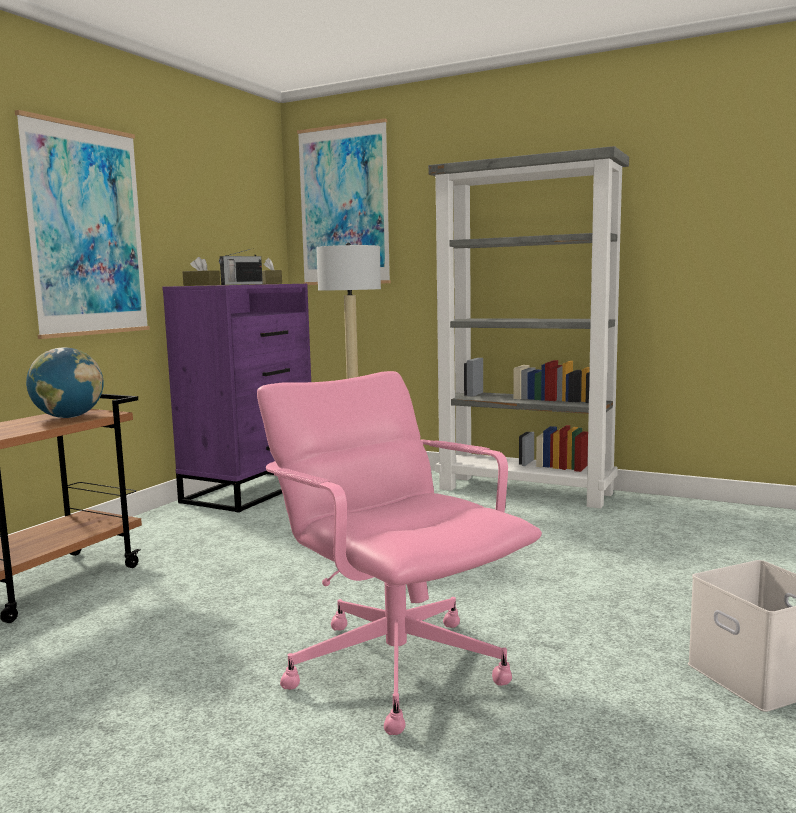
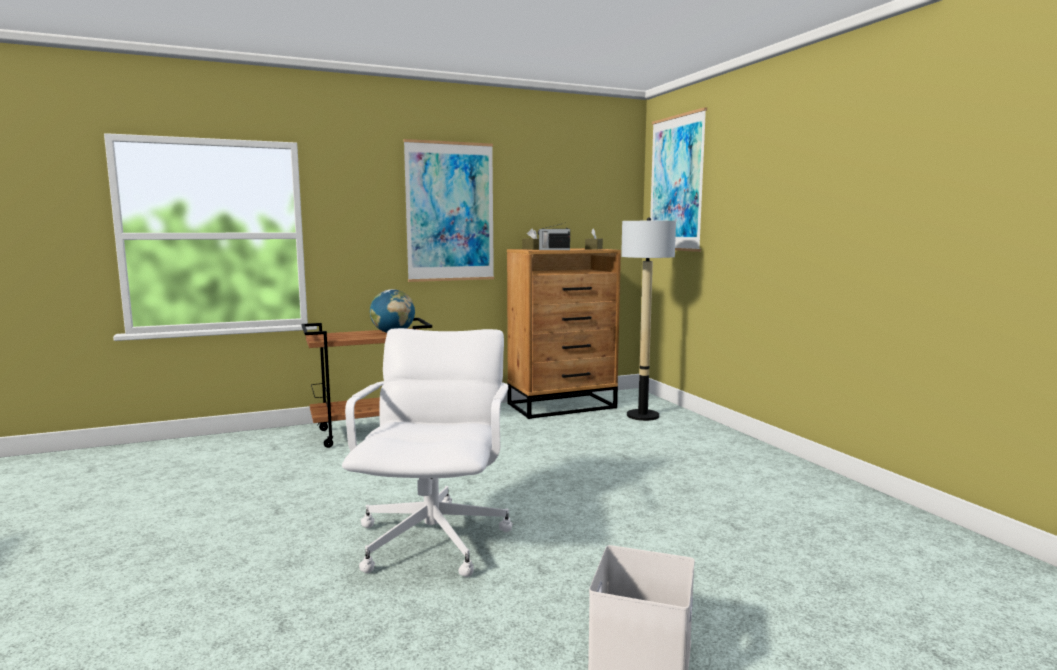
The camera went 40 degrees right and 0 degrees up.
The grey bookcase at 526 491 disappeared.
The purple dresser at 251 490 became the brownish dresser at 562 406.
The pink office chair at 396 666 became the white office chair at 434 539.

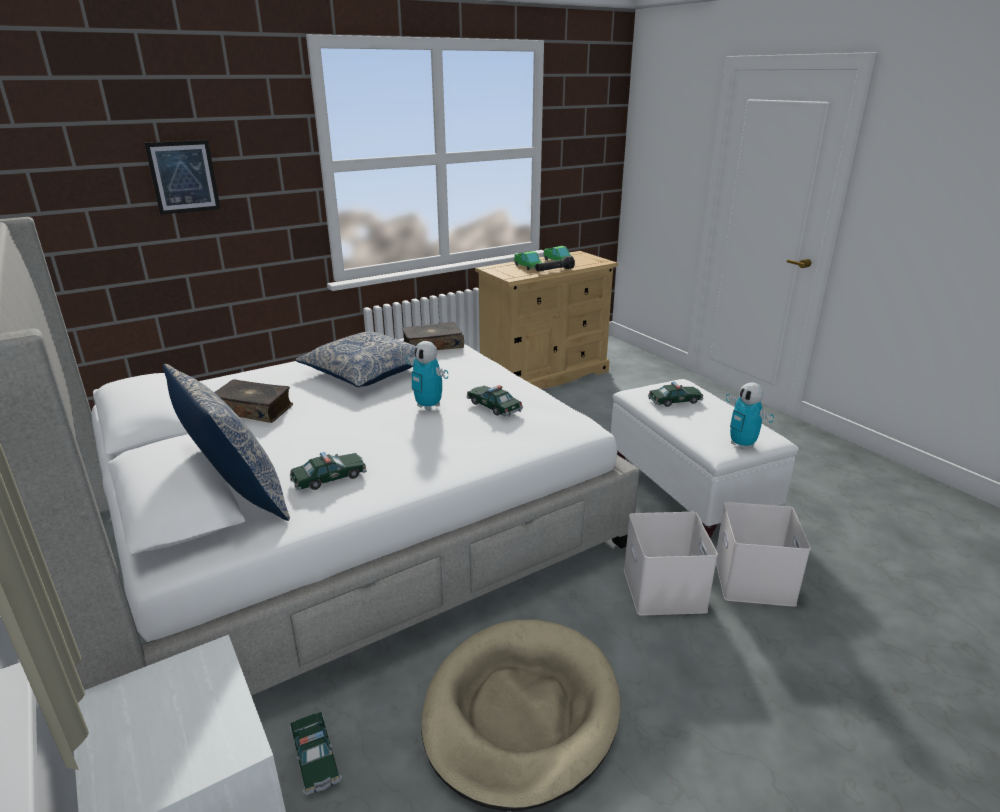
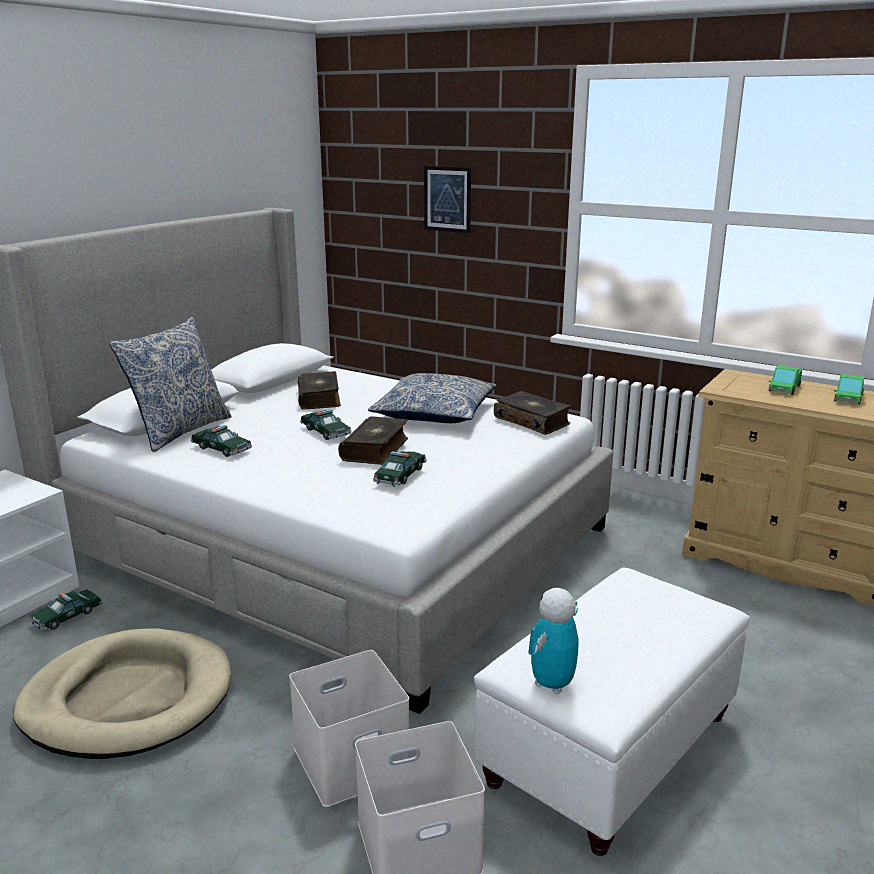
The camera went 65 degrees right and 5 degrees down.
The black-coloured hand torch at 554 271 disappeared.
The toy robot at 428 406 was replaced by the book at 376 449.
The model car moved from 675 401 to 325 432.

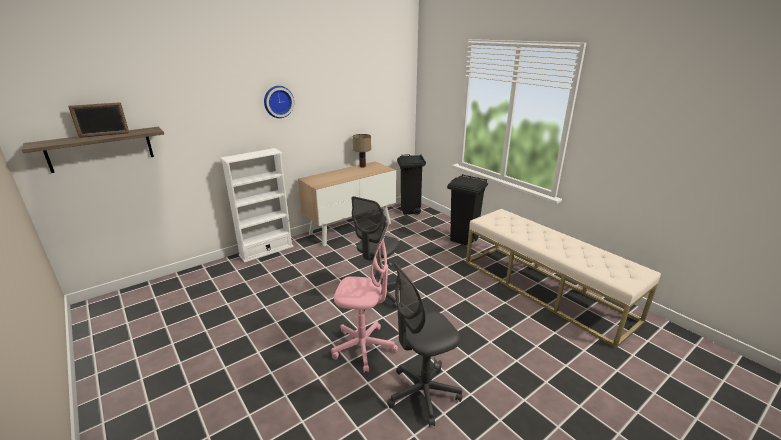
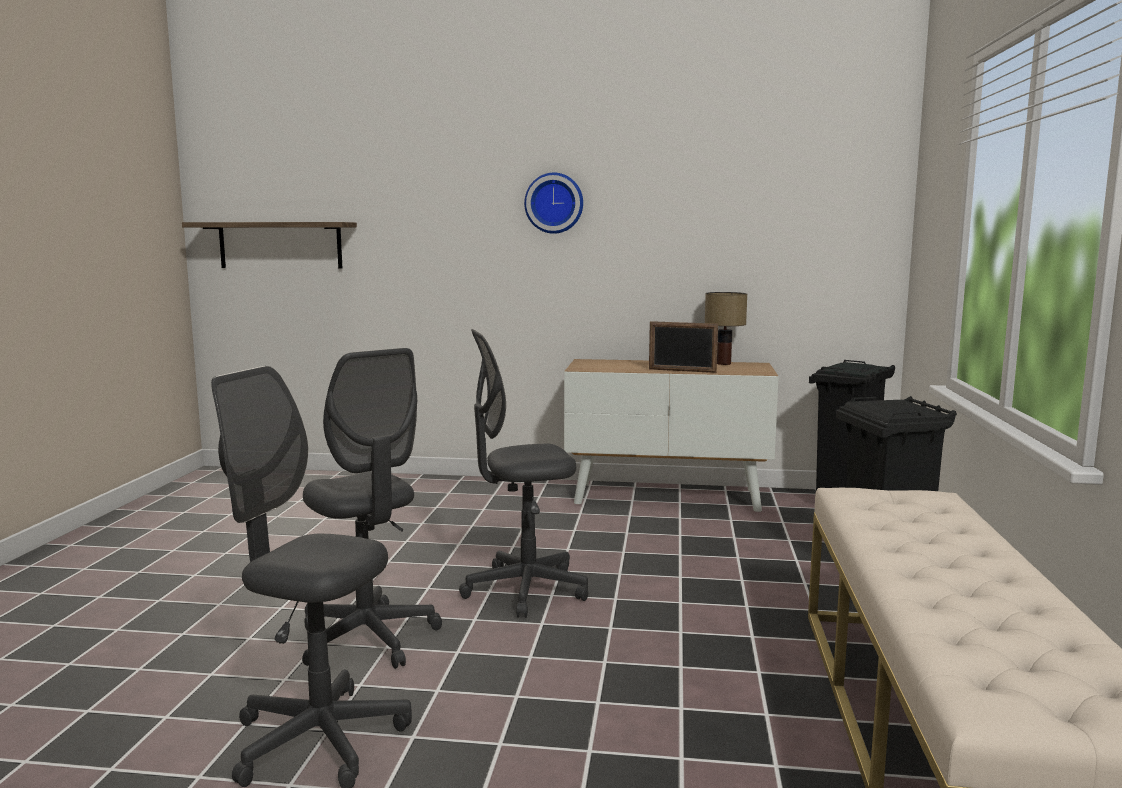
The camera went 45 degrees right and 15 degrees down.
The photo frame moved from 104 135 to 682 370.
The white bookcase at 266 251 disappeared.
The pink office chair at 364 348 became the grey office chair at 368 639.

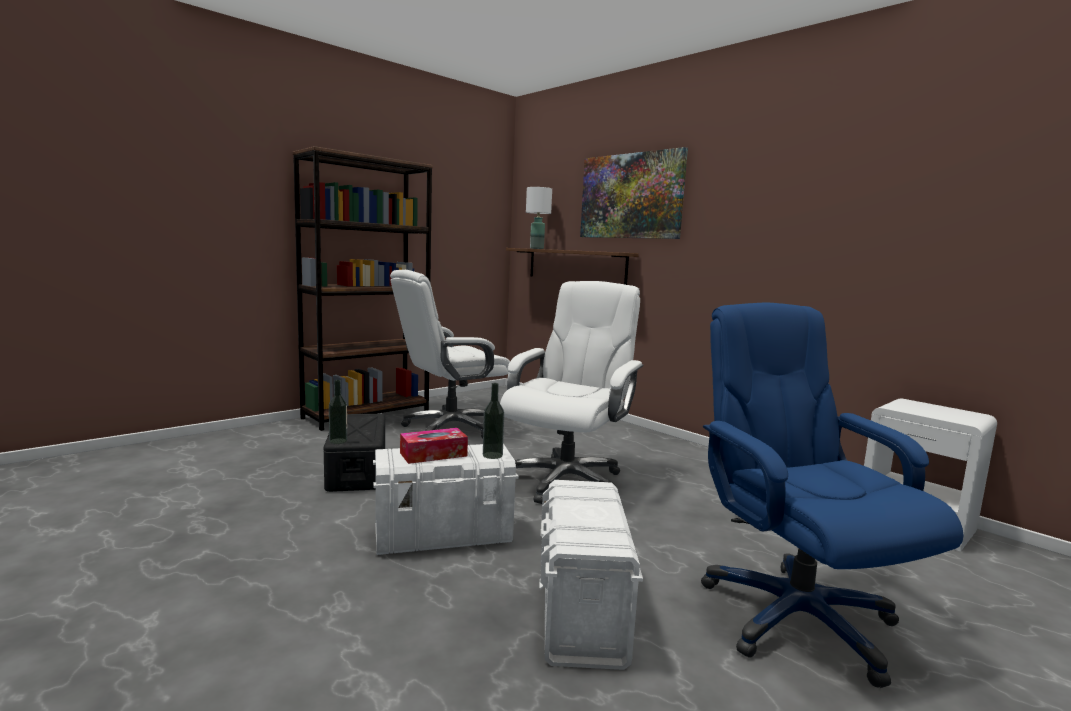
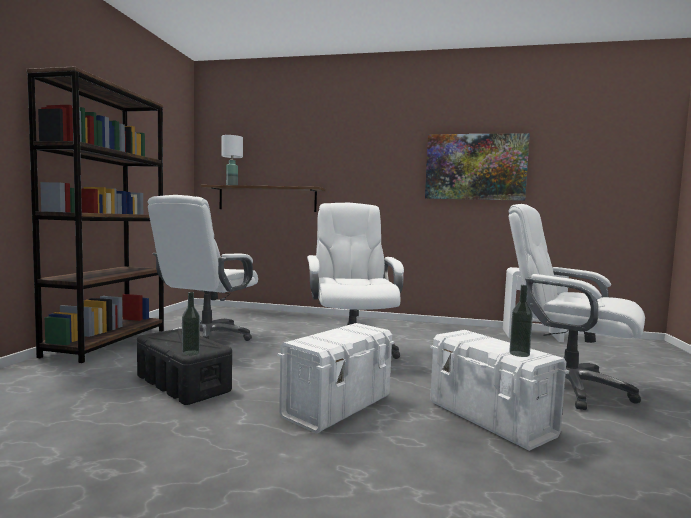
The camera went 35 degrees left and 5 degrees down.
The wall picture moved from 631 196 to 475 167.
The bluish office chair at 795 617 became the white office chair at 567 387.
The bottle moved from 492 455 to 519 354.
The tissue box at 433 454 disappeared.

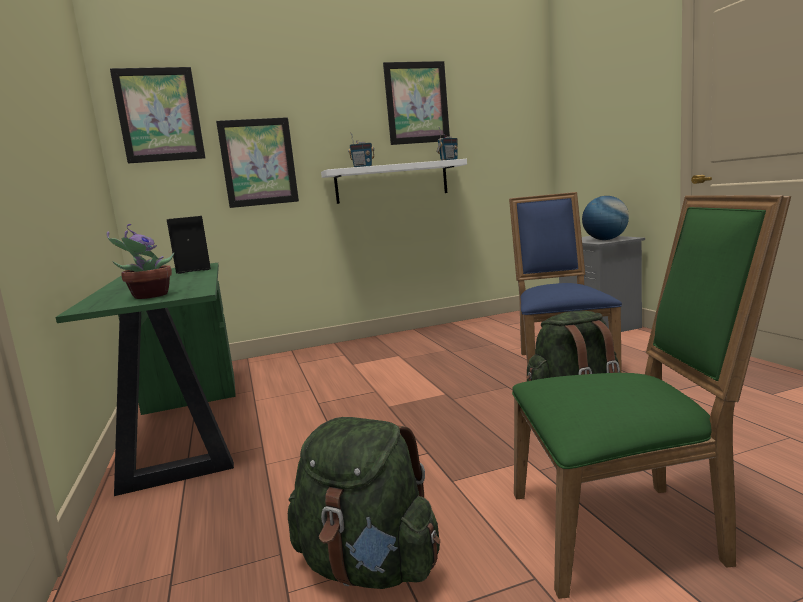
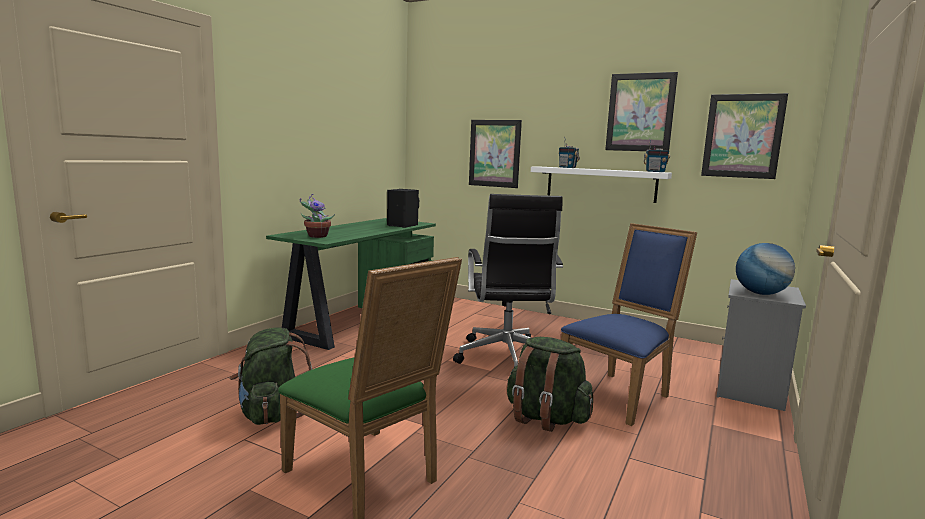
The camera went 45 degrees right and 0 degrees up.
The wall picture moved from 159 115 to 742 136.
The black-coloured office chair at 506 358 appeared.

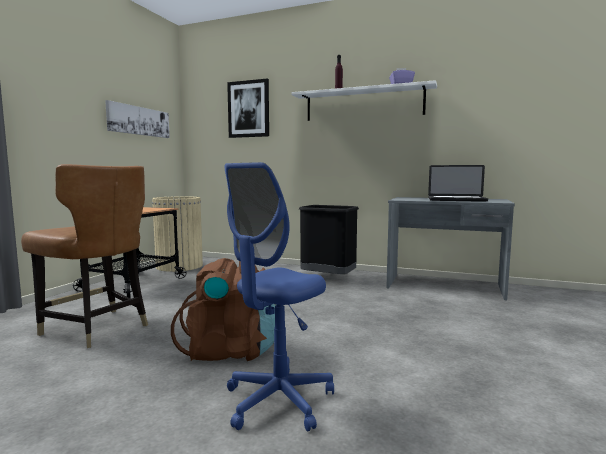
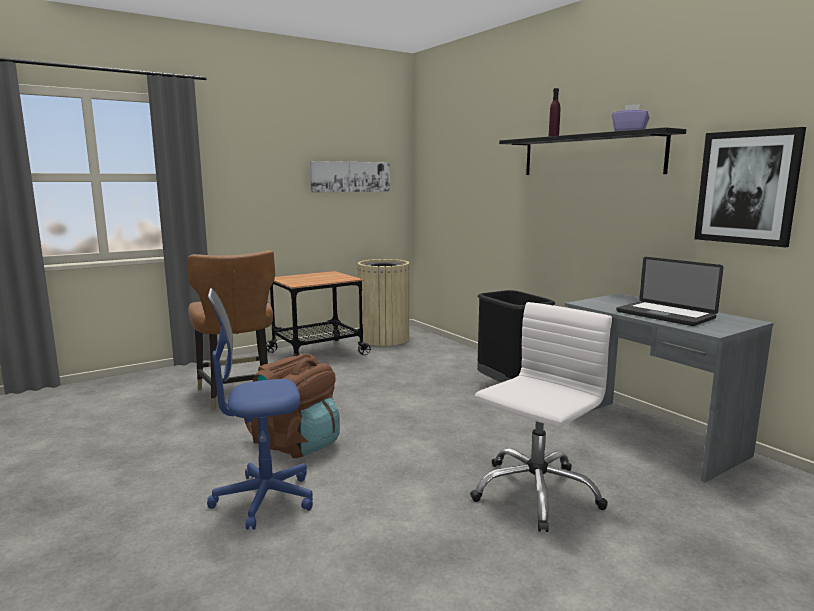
The camera went 35 degrees right and 5 degrees up.
The wall picture moved from 248 109 to 747 187.
The white bracket shelf at 363 104 became the black-coloured bracket shelf at 590 155.
The white office chair at 535 492 appeared.

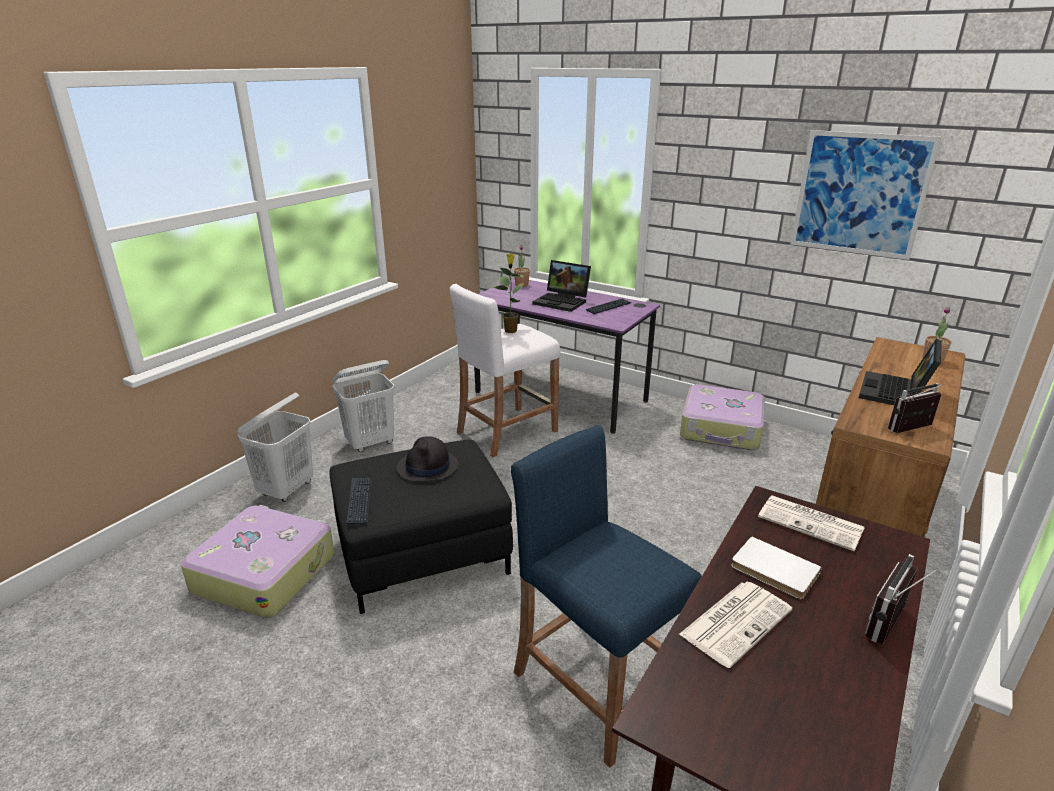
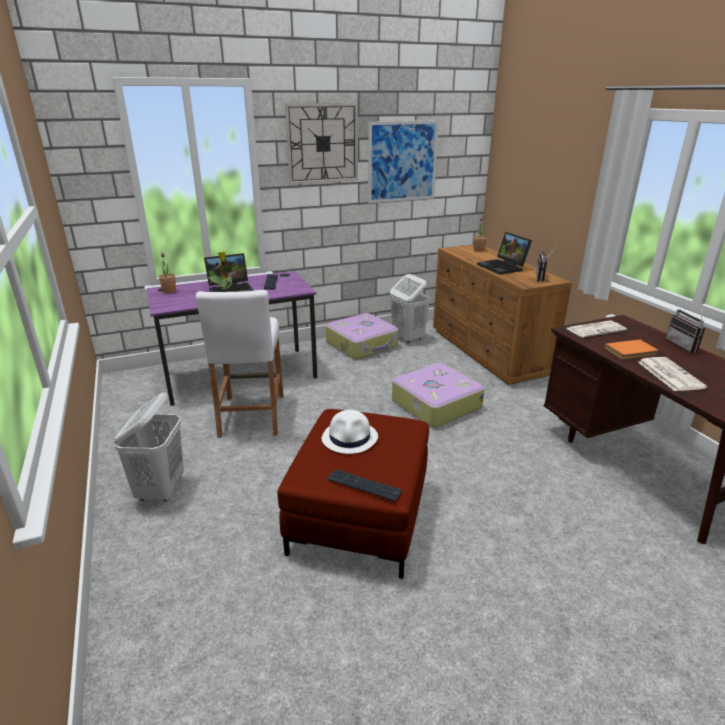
The camera went 55 degrees left and 0 degrees up.
The white hamper moved from 287 490 to 407 338.
The bluish stool seat at 596 686 disappeared.
The black-coloured wearable hat at 428 467 became the white wearable hat at 350 438.
The black-coloured ottoman at 424 552 became the red ottoman at 359 515.
The piece of luggage moved from 265 572 to 435 404.
The white book at 773 571 became the orange book at 631 352.
The hanging clock at 322 143 appeared.

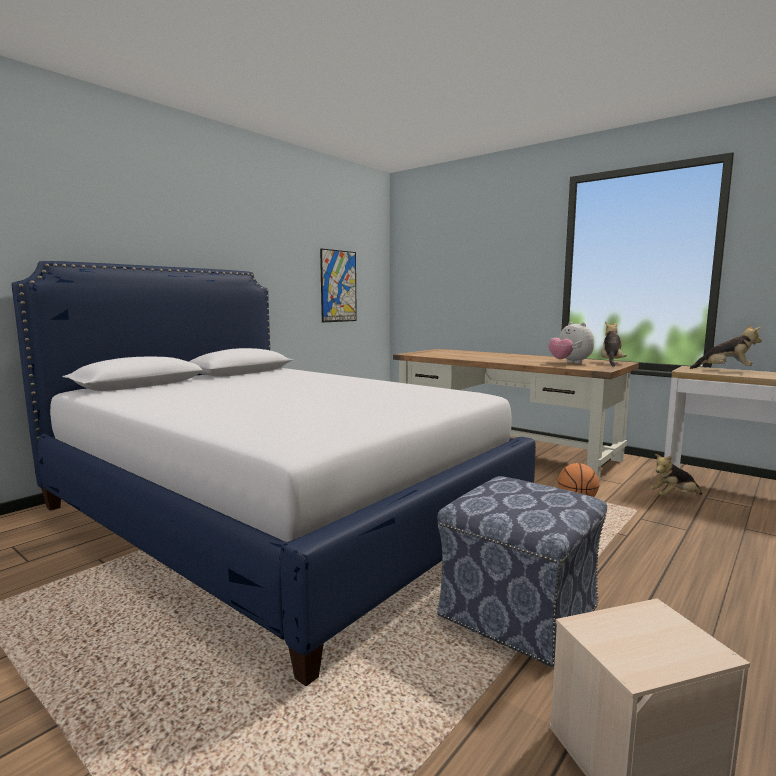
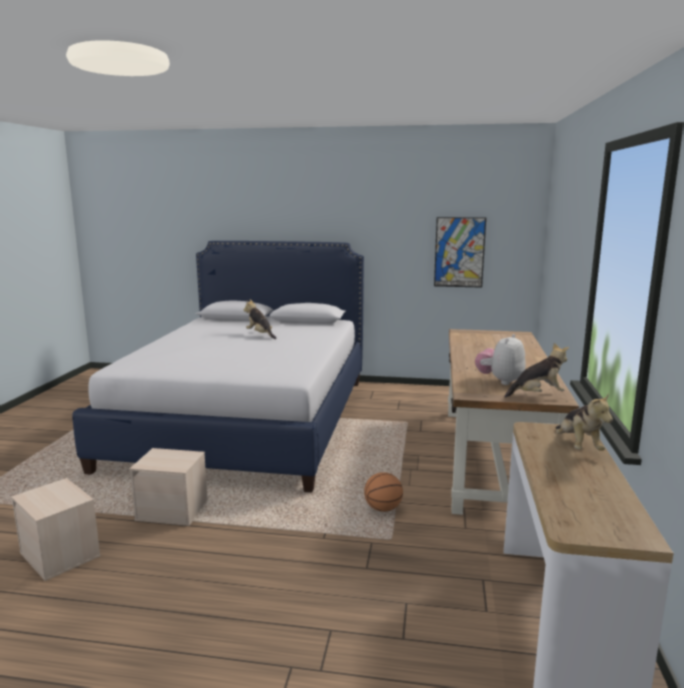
The camera went 60 degrees right and 5 degrees up.
The soft toy moved from 674 497 to 260 335.
The ottoman at 519 610 was replaced by the sand-coloured storage box at 173 510.

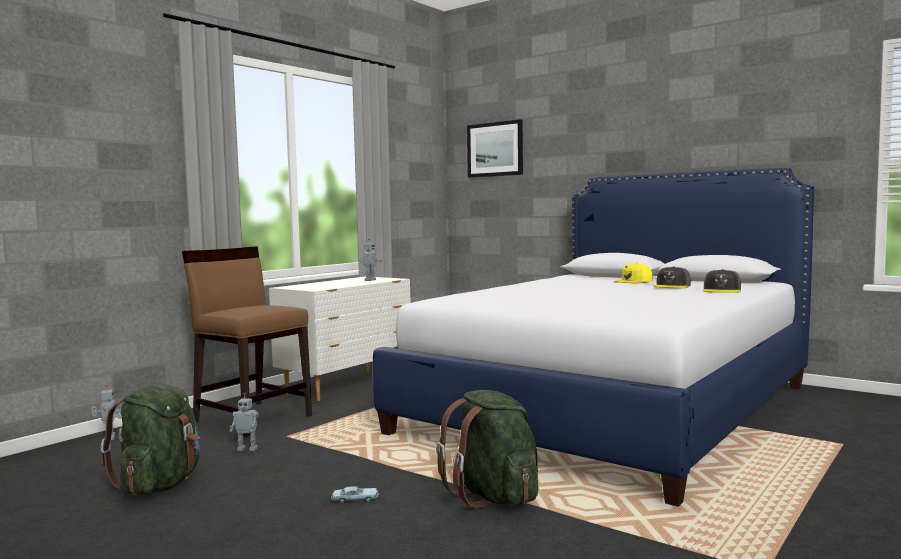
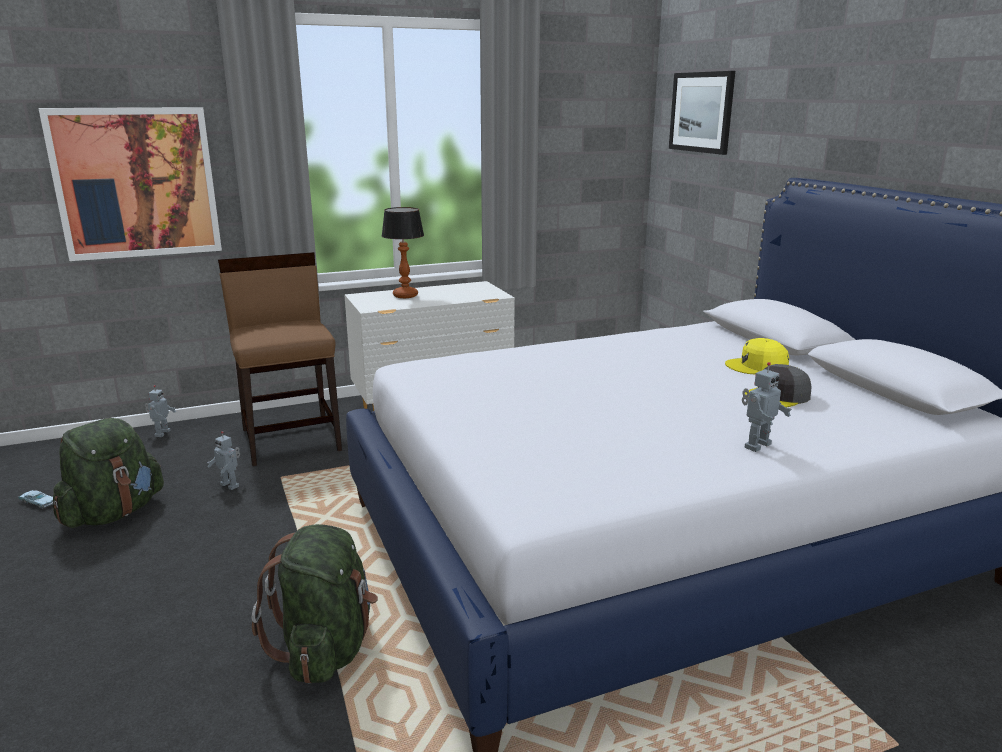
The camera went 30 degrees right and 15 degrees up.
The toy robot moved from 369 280 to 756 445.
The grey baseball cap at 722 290 disappeared.
The bluish model car moved from 355 499 to 38 502.
The wall picture at 136 183 appeared.
The table lamp at 405 295 appeared.

